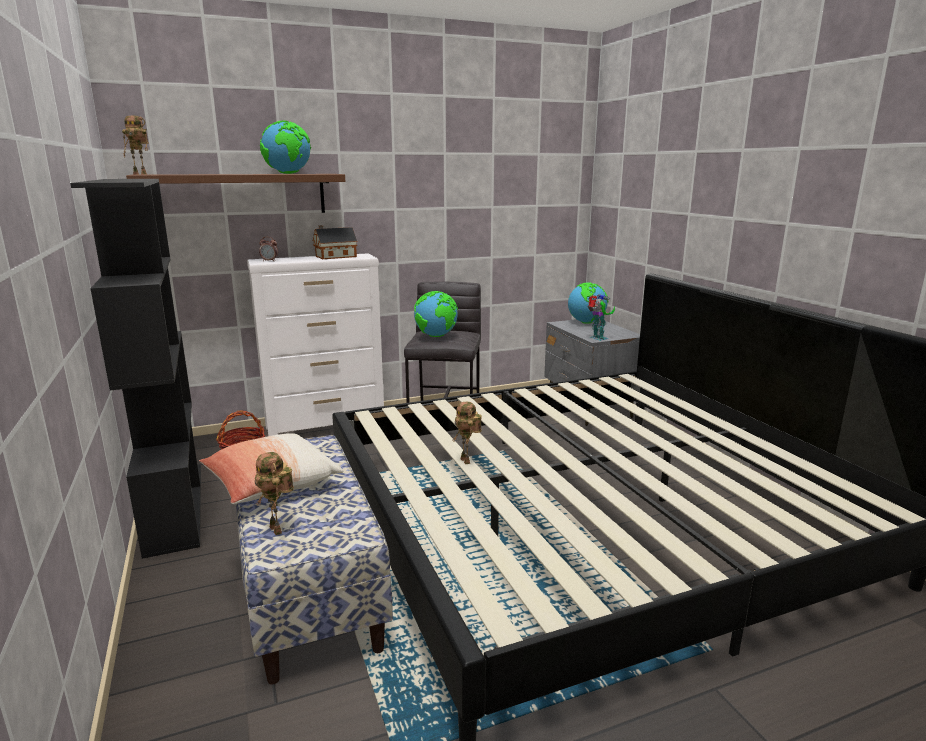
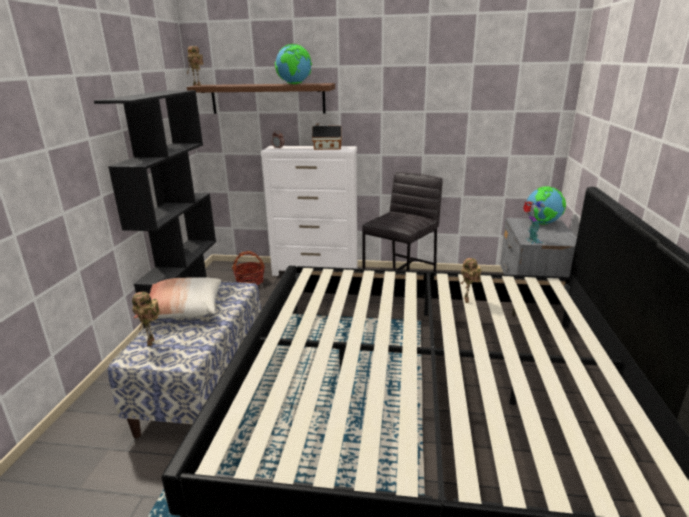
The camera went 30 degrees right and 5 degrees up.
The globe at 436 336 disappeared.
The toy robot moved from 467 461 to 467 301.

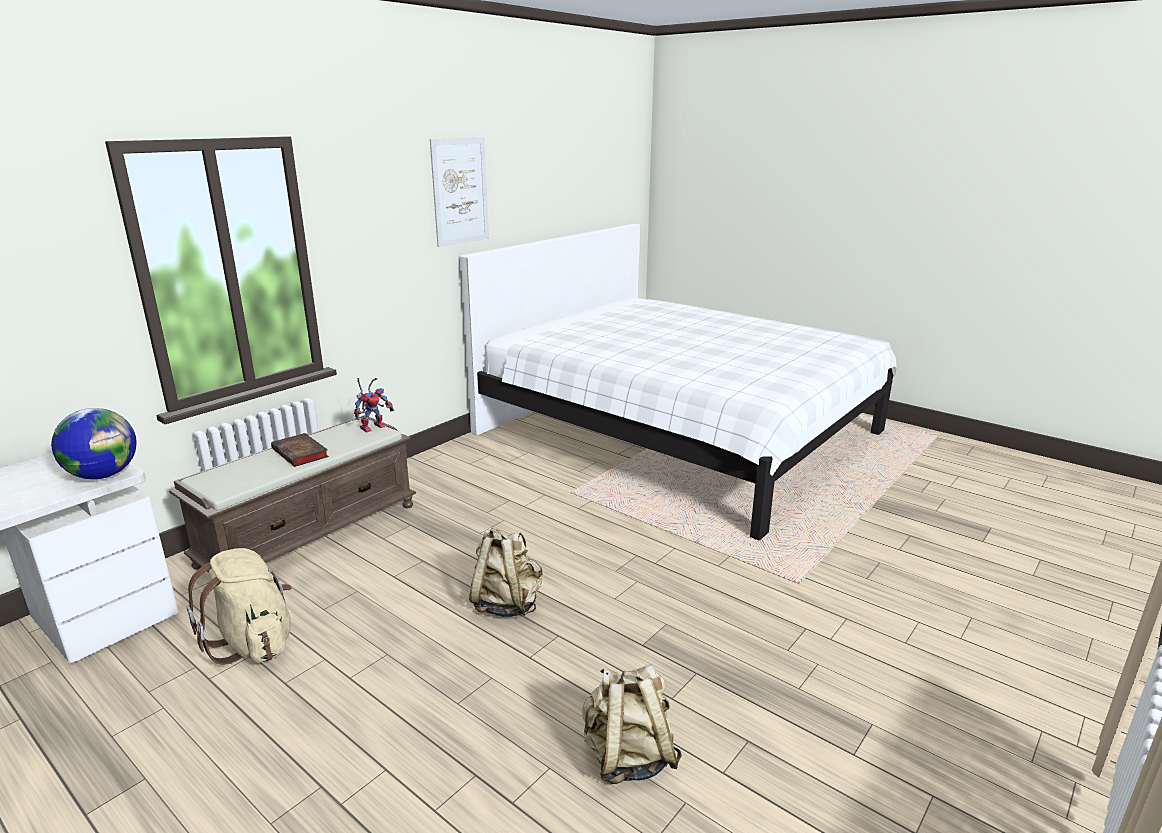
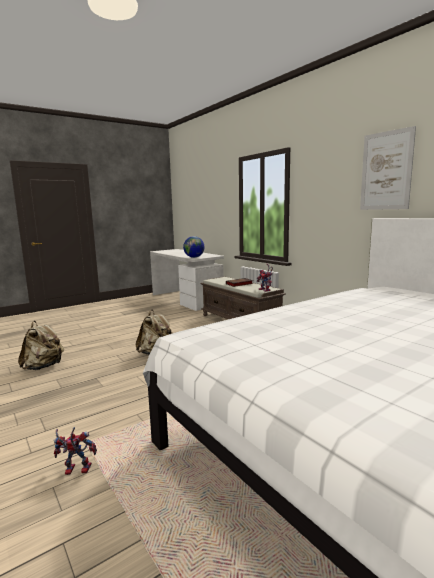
The camera went 105 degrees right and 10 degrees down.
The sand-coloured rucksack at 254 643 disappeared.
The toy robot at 75 470 appeared.

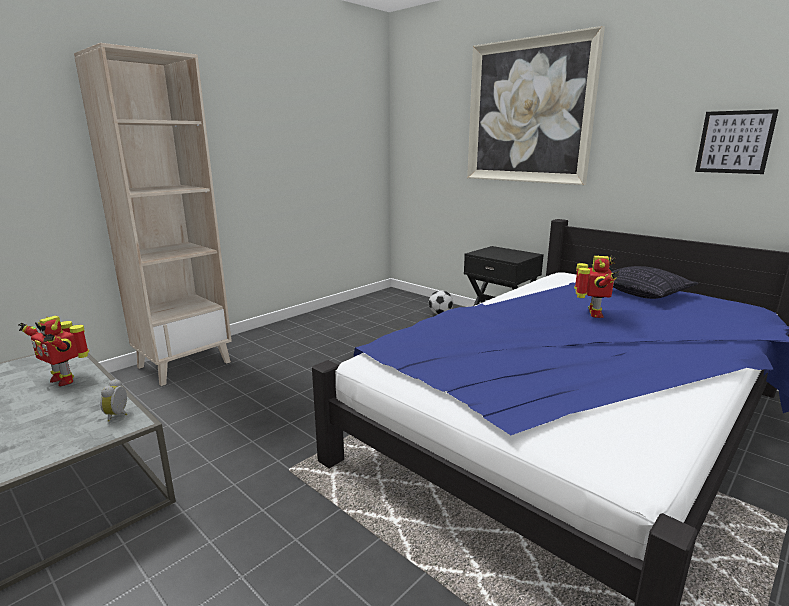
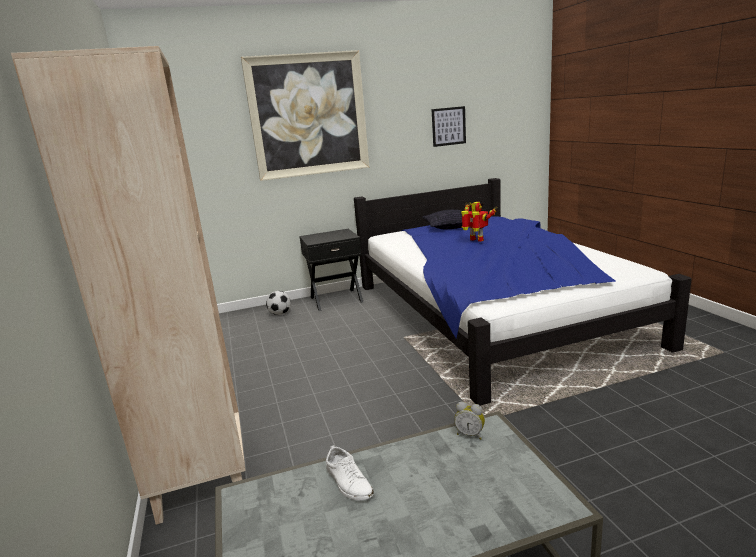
The camera went 60 degrees left and 0 degrees up.
The toy robot at 64 380 was replaced by the white low shoe at 348 482.

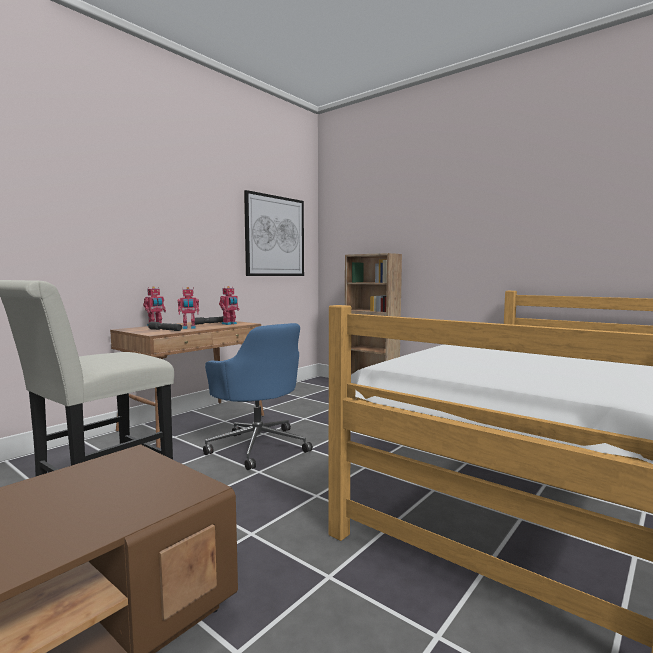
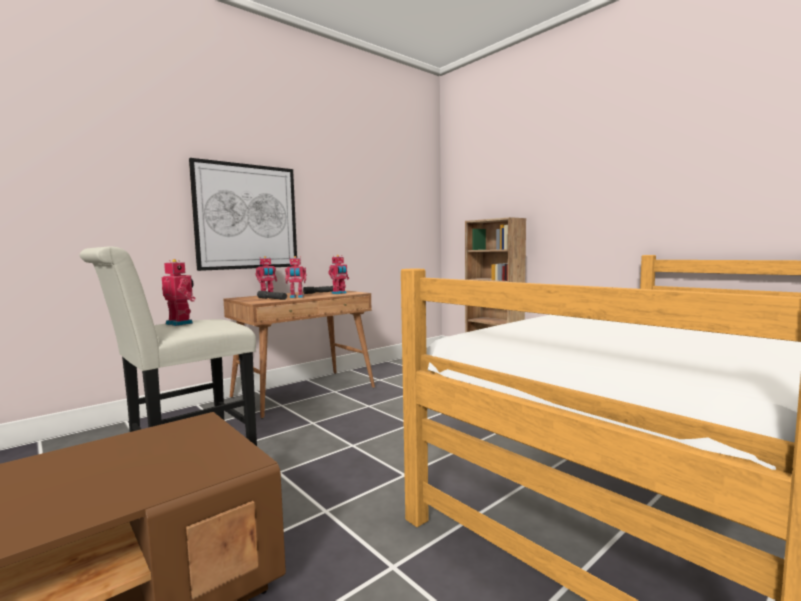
The camera went 10 degrees right and 0 degrees up.
The wall picture moved from 275 236 to 247 217.
The bluish office chair at 258 446 disappeared.
The toy robot at 181 323 appeared.

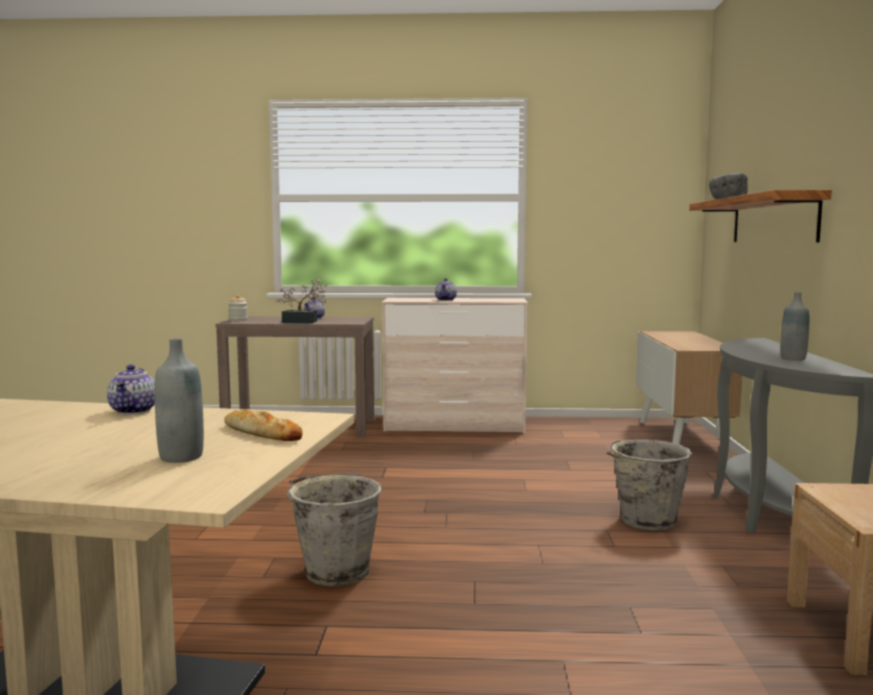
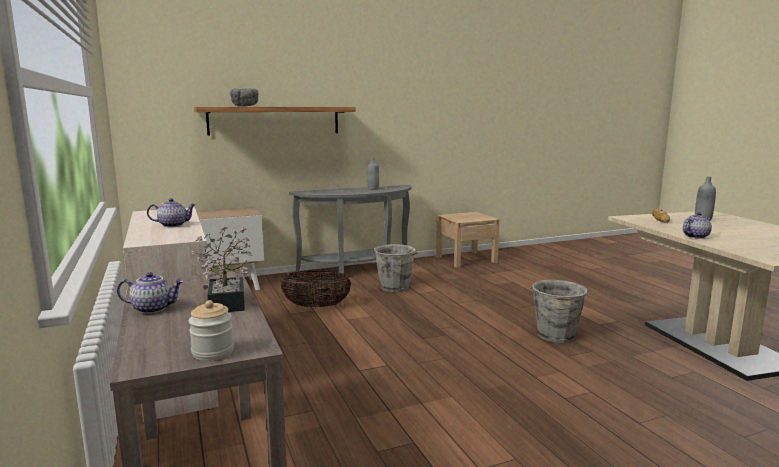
The camera went 115 degrees left and 5 degrees up.
The storage basket at 316 306 appeared.

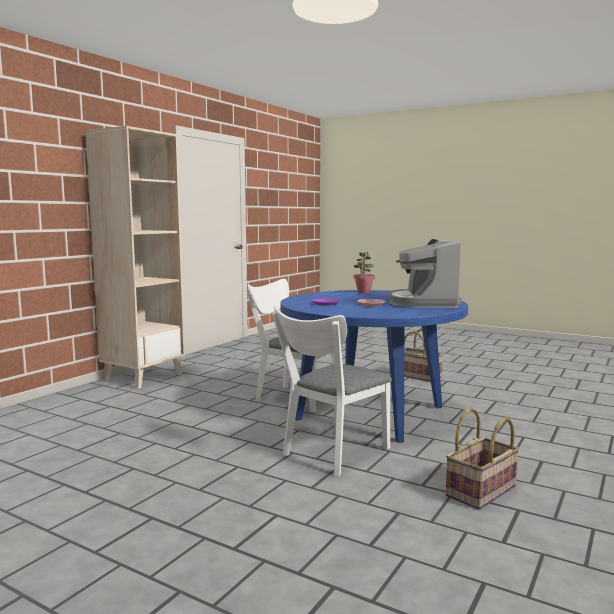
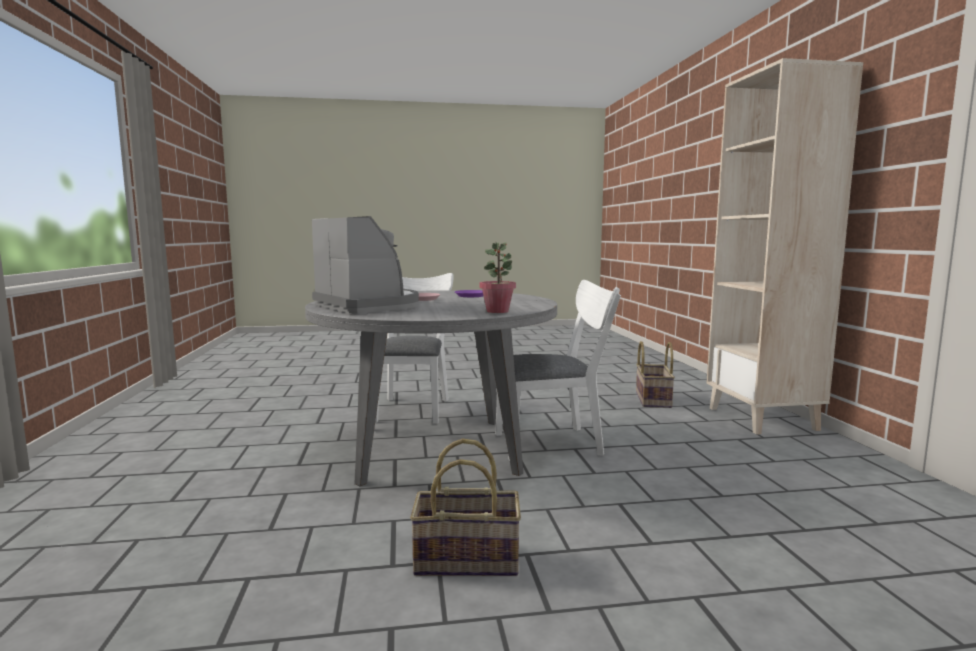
The camera went 140 degrees right and 0 degrees up.
The bluish kitchen table at 370 413 became the grey kitchen table at 436 449.
The storage basket moved from 482 492 to 652 399.

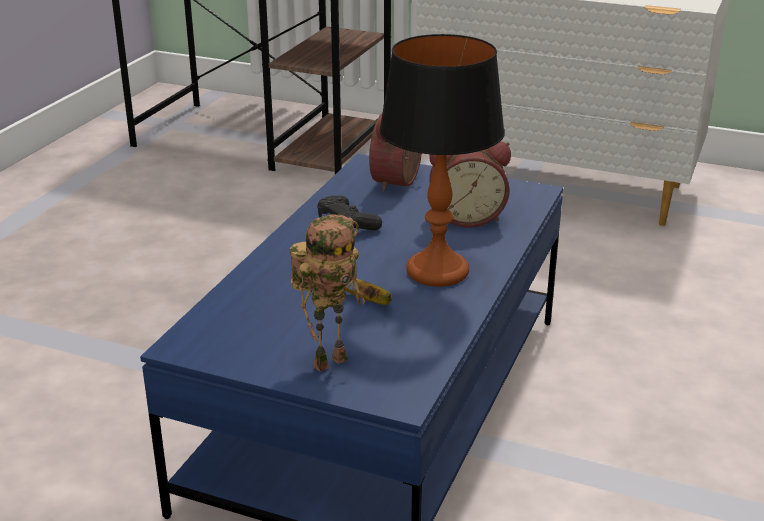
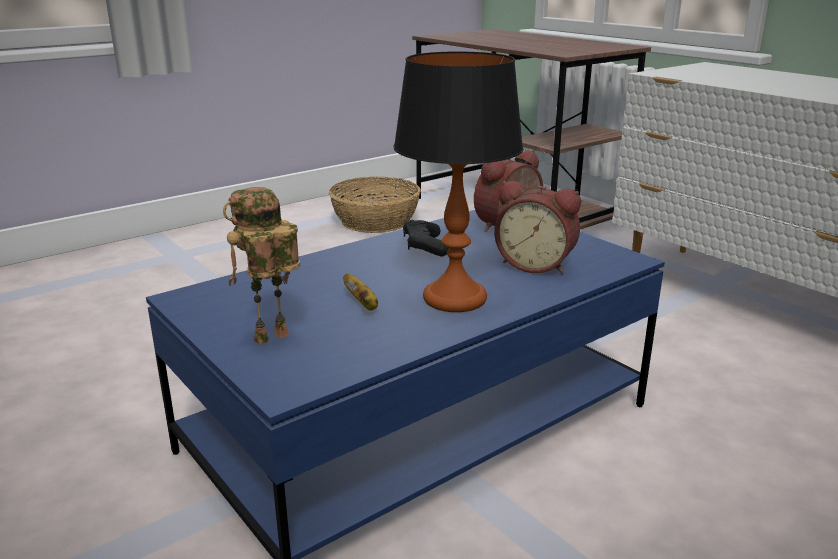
The camera went 30 degrees right and 5 degrees down.
The toy robot at 330 360 turned 150 degrees clockwise.
The storage basket at 376 221 appeared.

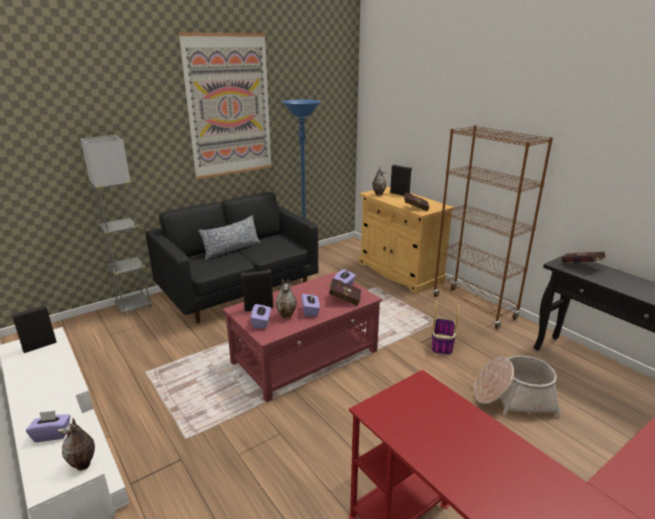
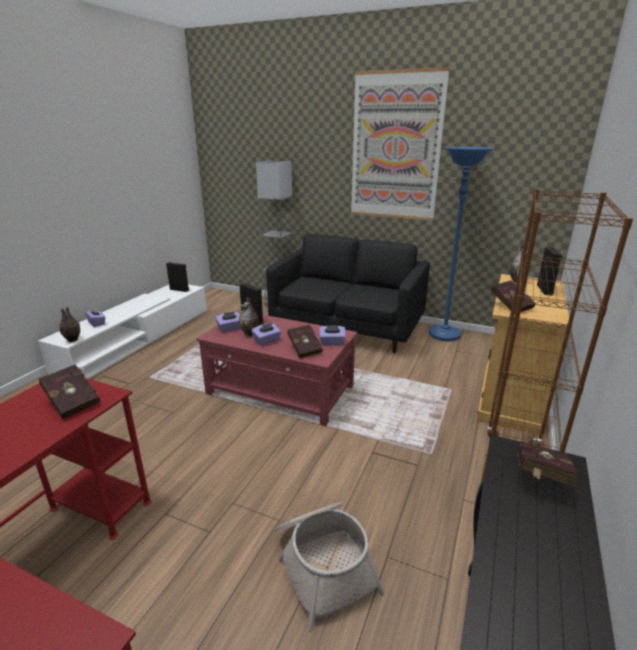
The camera went 60 degrees right and 0 degrees up.
The cushion at 231 250 disappeared.
The storage basket at 442 345 disappeared.
The red book at 72 402 appeared.

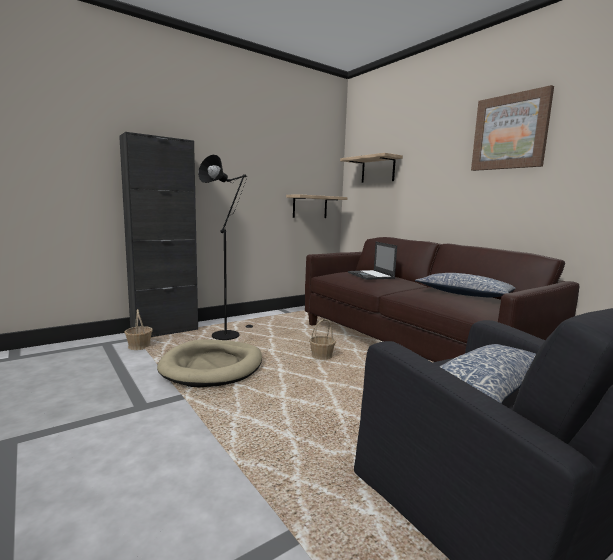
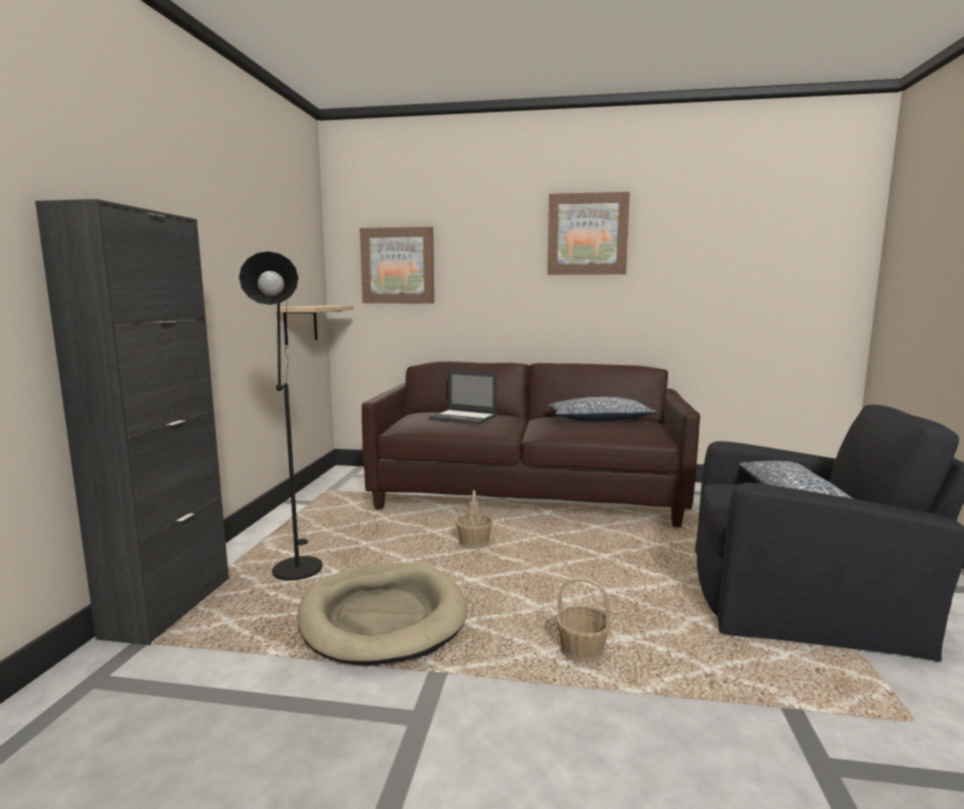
The camera went 45 degrees left and 0 degrees up.
The bracket shelf at 378 170 was replaced by the wall picture at 398 266.
The storage basket moved from 139 346 to 582 651.

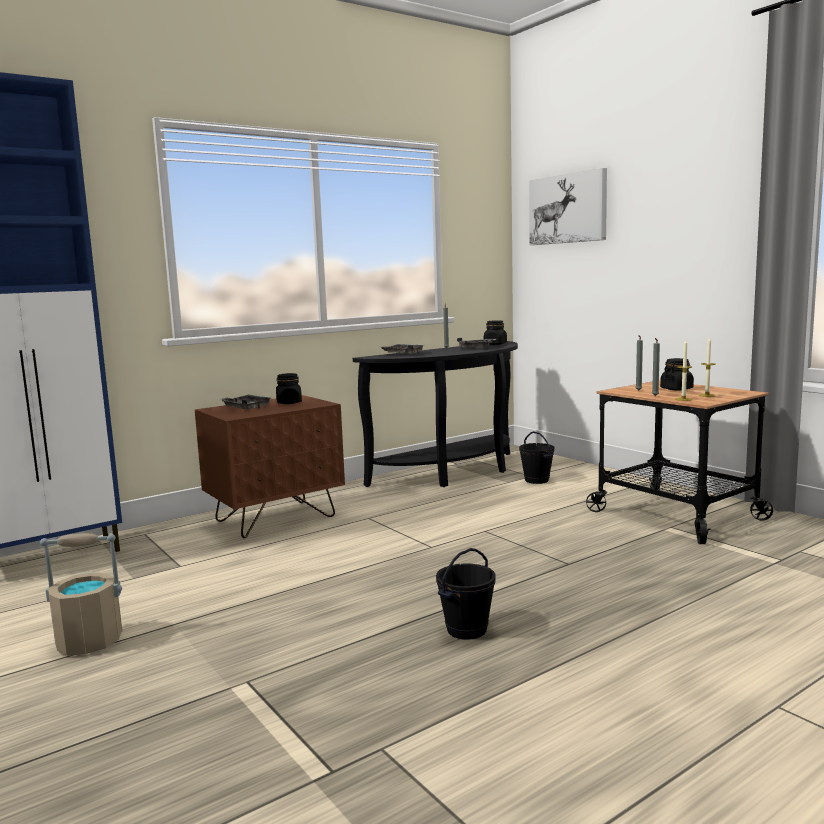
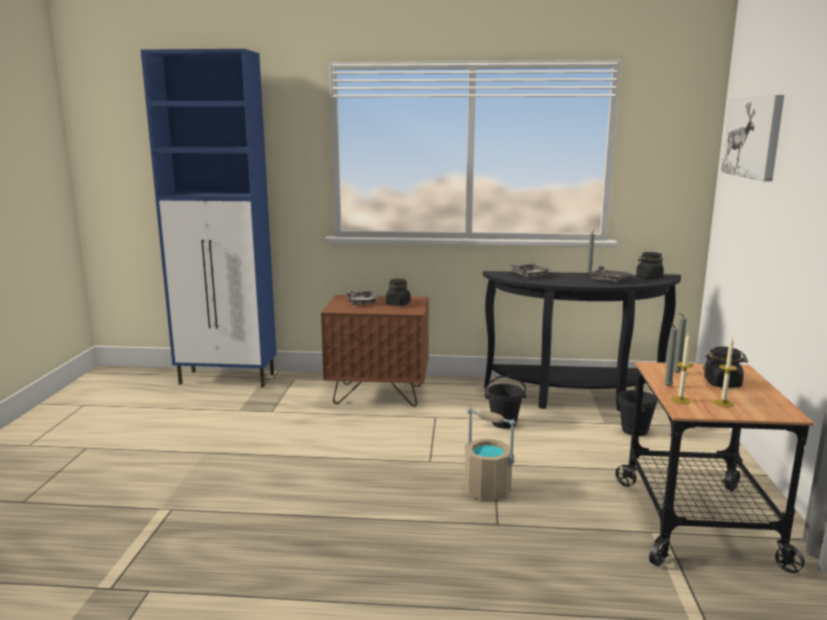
The camera went 40 degrees right and 5 degrees up.
The sand-coloured water bucket moved from 89 642 to 487 490.
The black-coloured water bucket moved from 466 630 to 504 423.

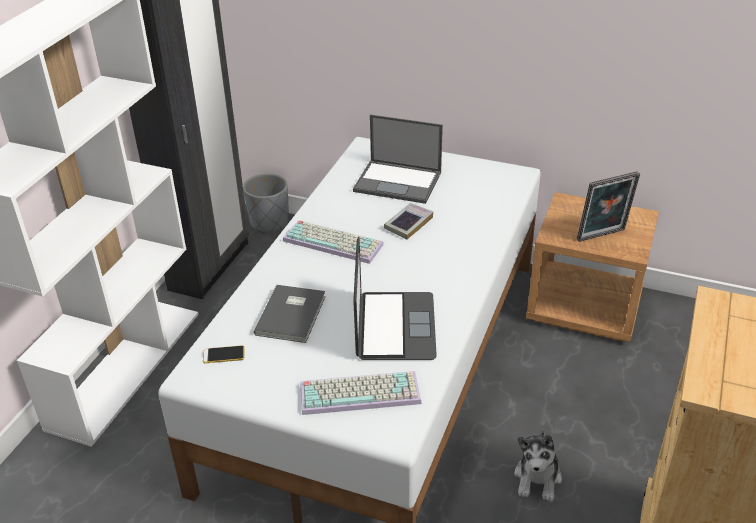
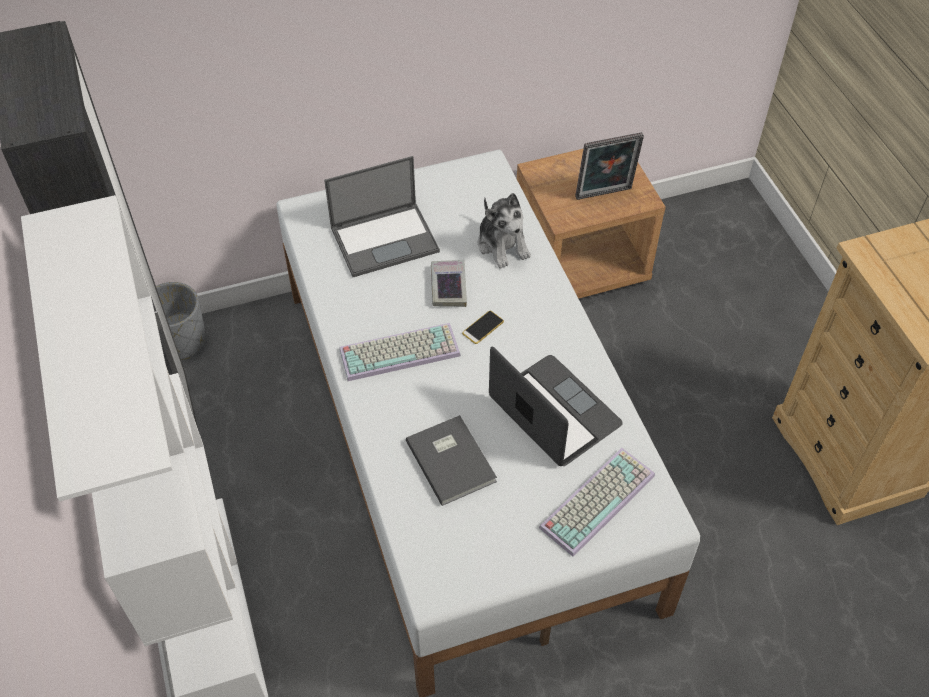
The camera went 40 degrees left and 15 degrees up.
The photo frame at 602 236 turned 45 degrees clockwise.
The phone moved from 223 355 to 483 327.
The soft toy moved from 538 478 to 502 245.

